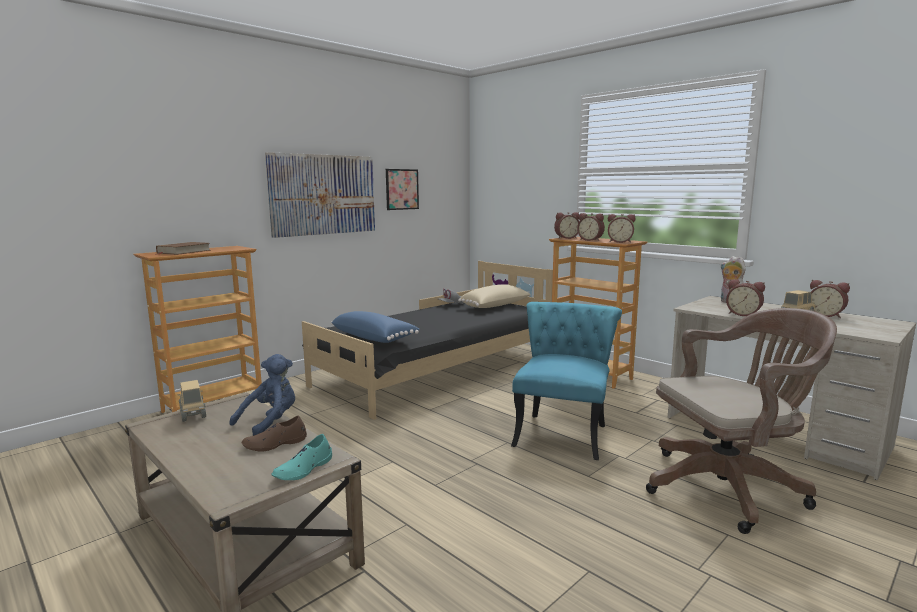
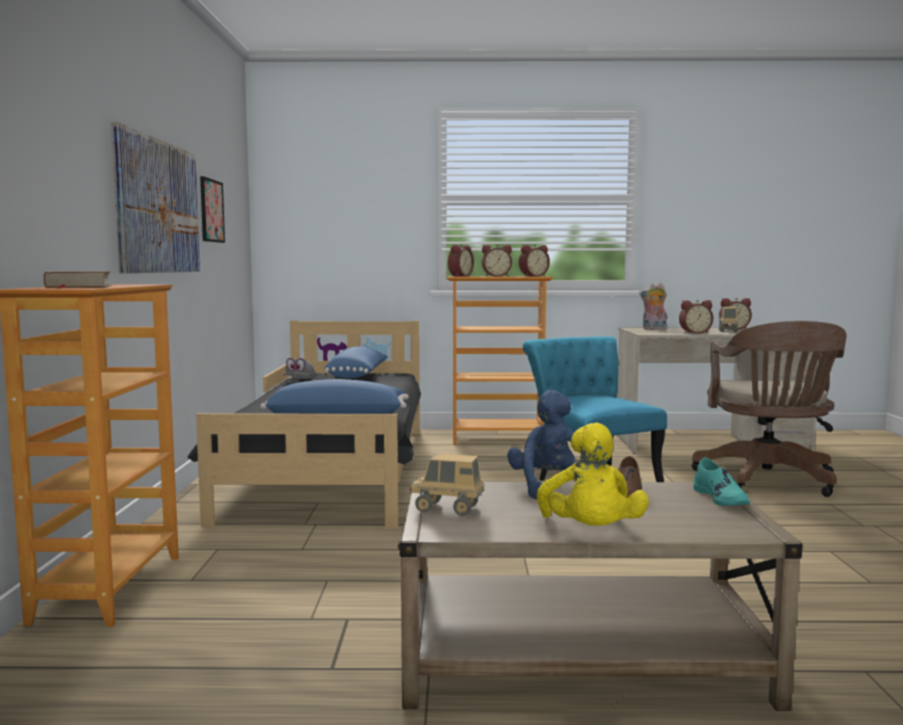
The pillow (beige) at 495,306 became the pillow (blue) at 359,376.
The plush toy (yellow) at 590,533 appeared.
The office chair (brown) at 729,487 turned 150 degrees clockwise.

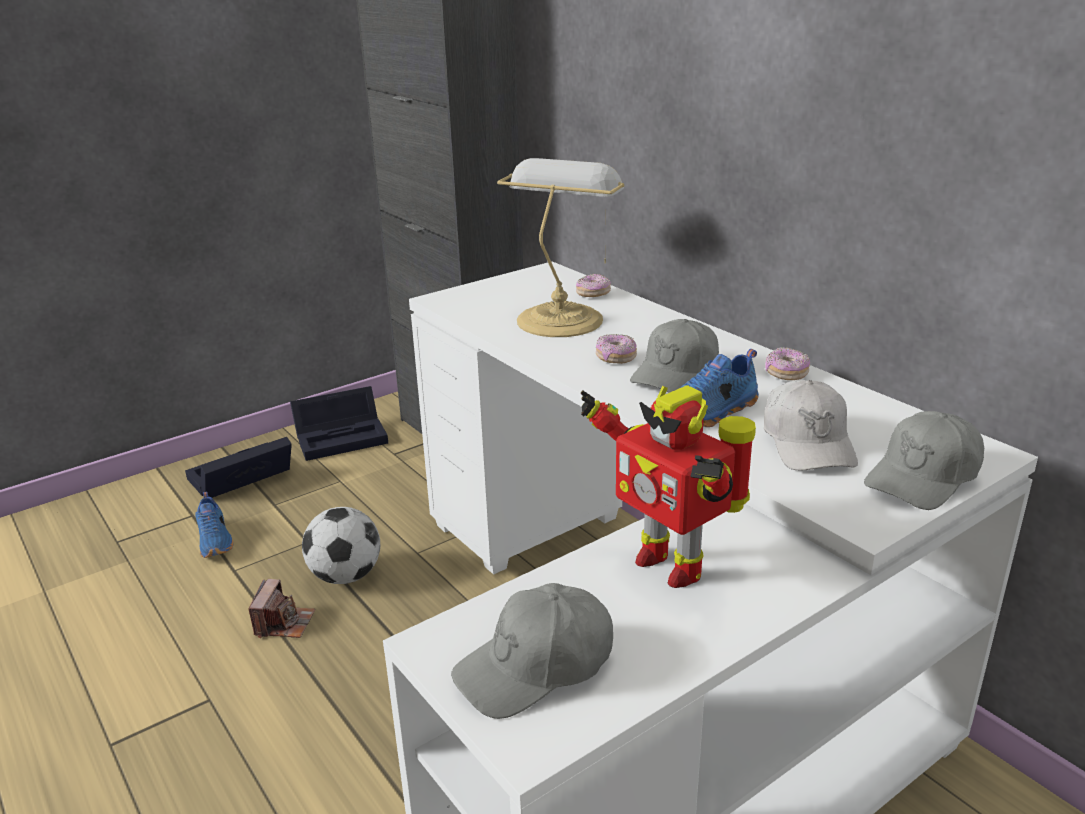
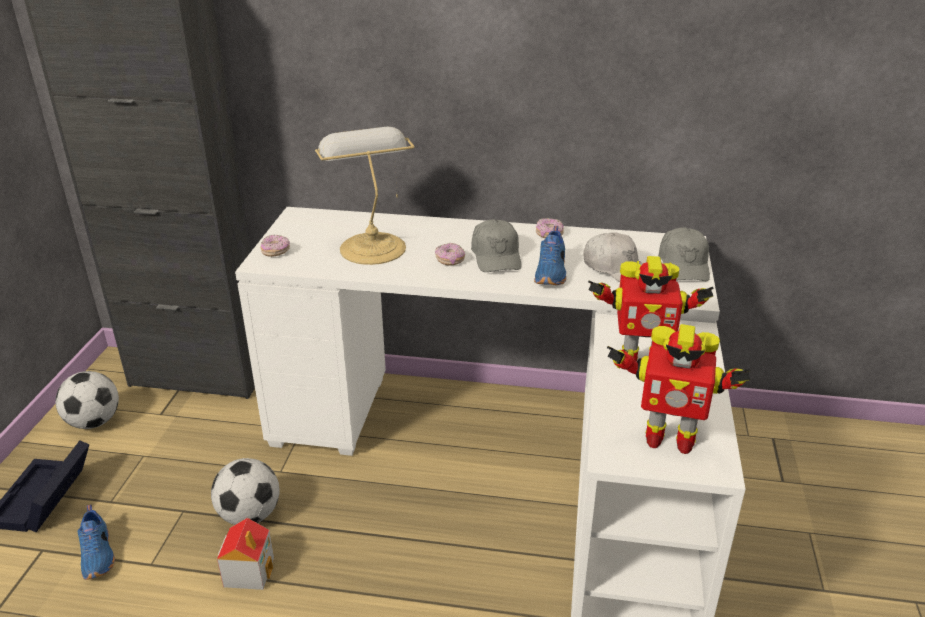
The storage box (black) at 343,436 was replaced by the football at 94,422.
The shoe (blue) at 216,540 turned 45 degrees clockwise.
The photo camera at 284,623 was replaced by the toy house at 249,571.
The donut moved from 593,294 to 276,252.
The cap (grey) at 536,667 was replaced by the toy robot at 668,438.

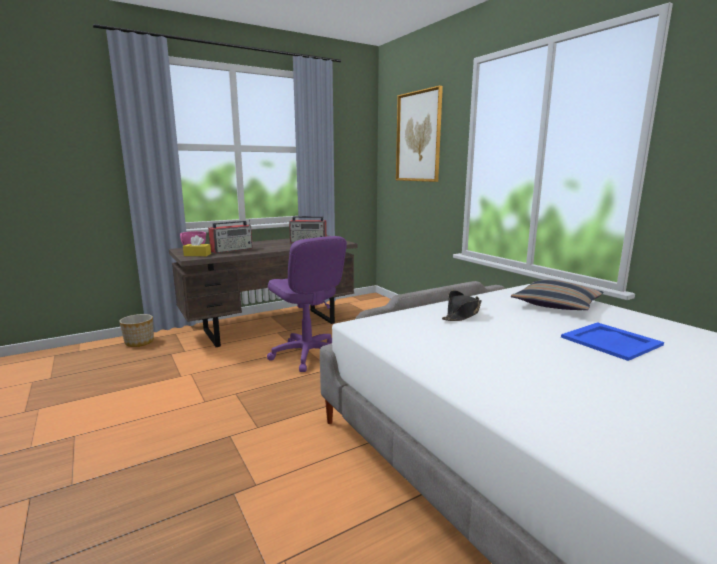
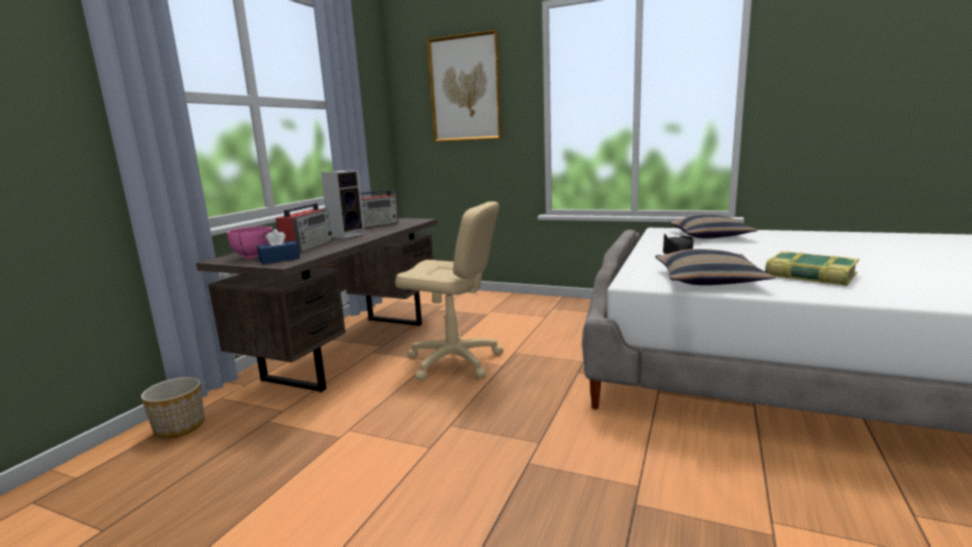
The tissue box (yellow) at 197,255 became the tissue box (blue) at 279,259.
The speaker at 347,235 appeared.
The office chair (purple) at 307,355 became the office chair (beige) at 454,361.
The pillow at 708,280 appeared.
The book at 810,275 appeared.
The tray (blue) at 611,341 disappeared.

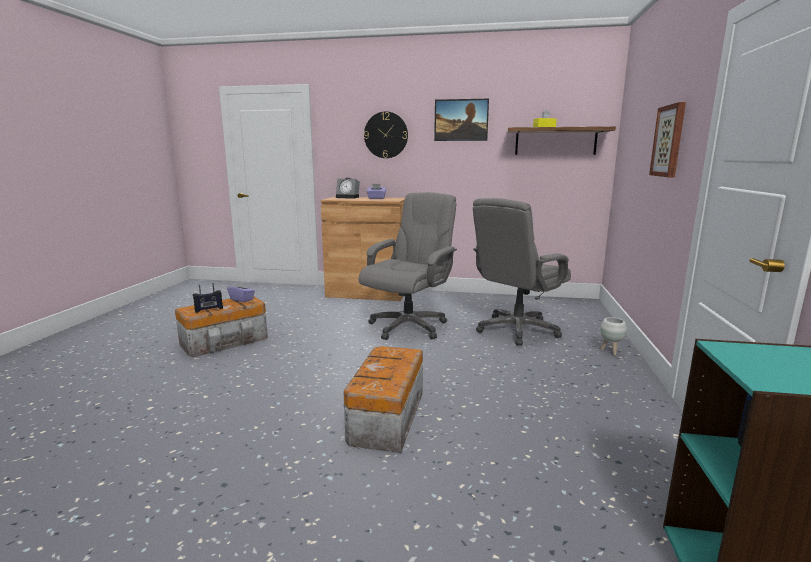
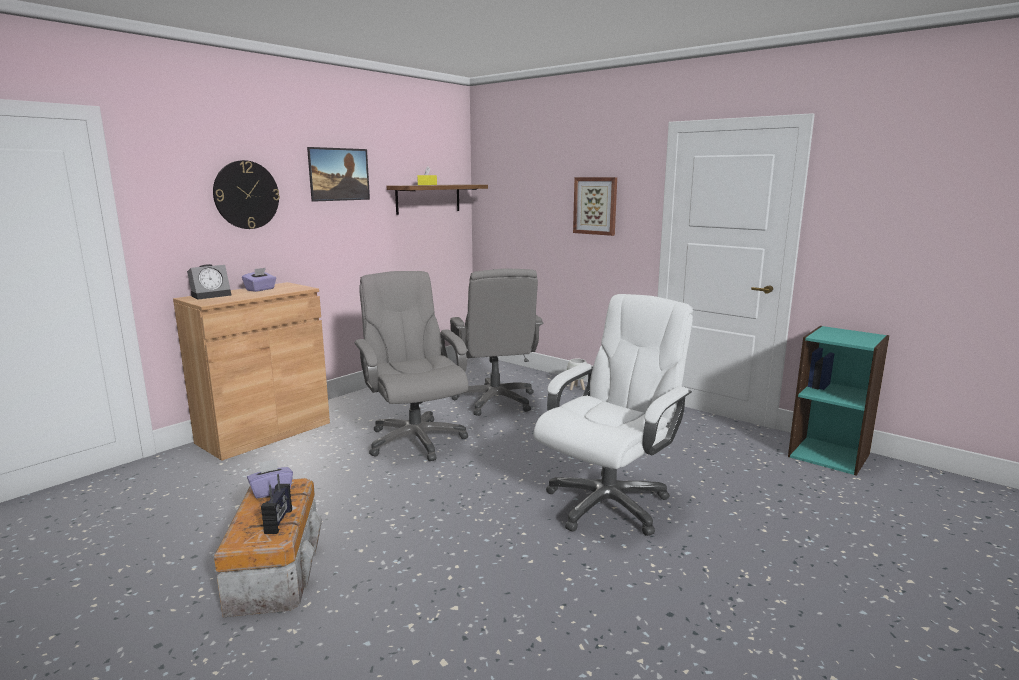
The storage box at 386,418 was replaced by the office chair (white) at 608,503.

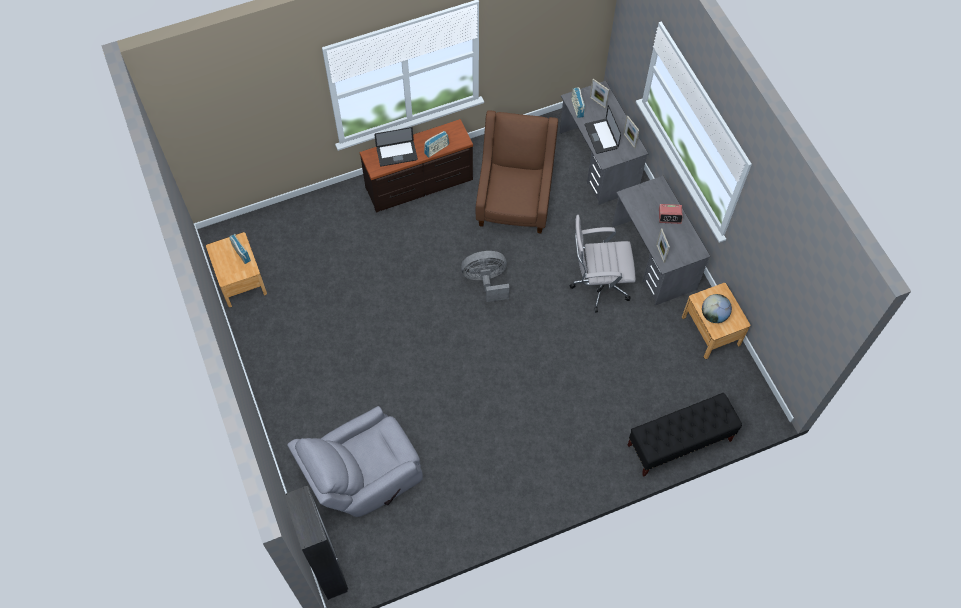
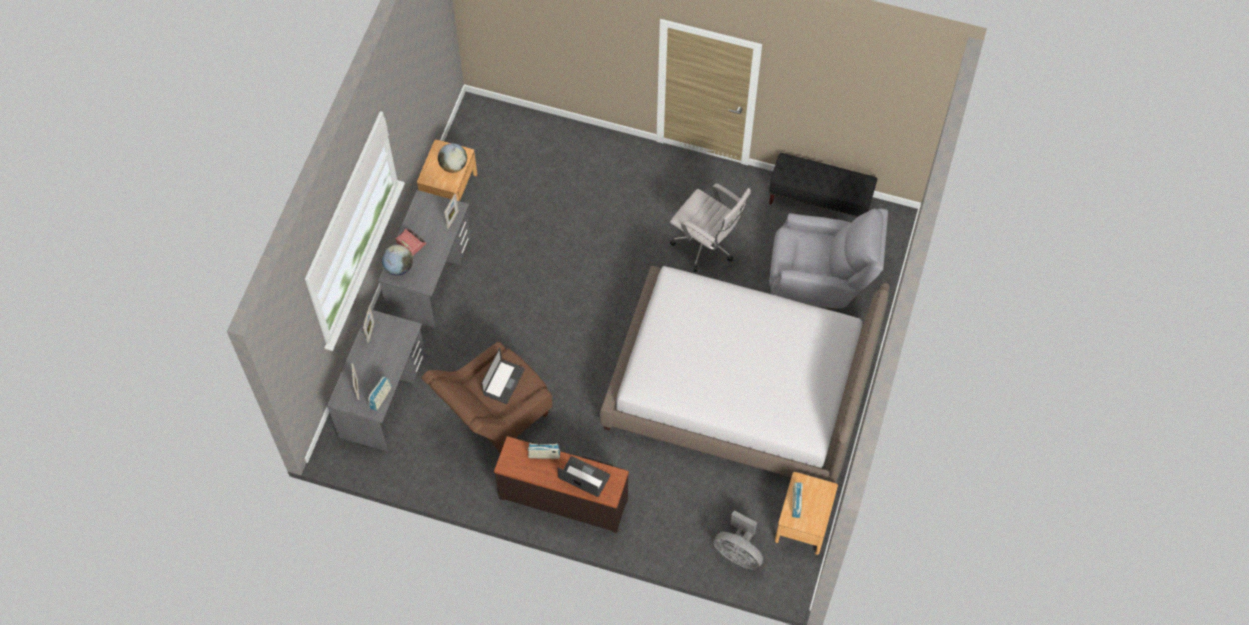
The globe at 398,267 appeared.
The laptop moved from 601,136 to 504,382.
The bed at 739,389 appeared.
The office chair (white) moved from 597,285 to 707,246.
The fan (grey) moved from 486,281 to 738,553.
The bench (black) moved from 679,443 to 820,202.
The wardrobe (black) at 330,571 disappeared.

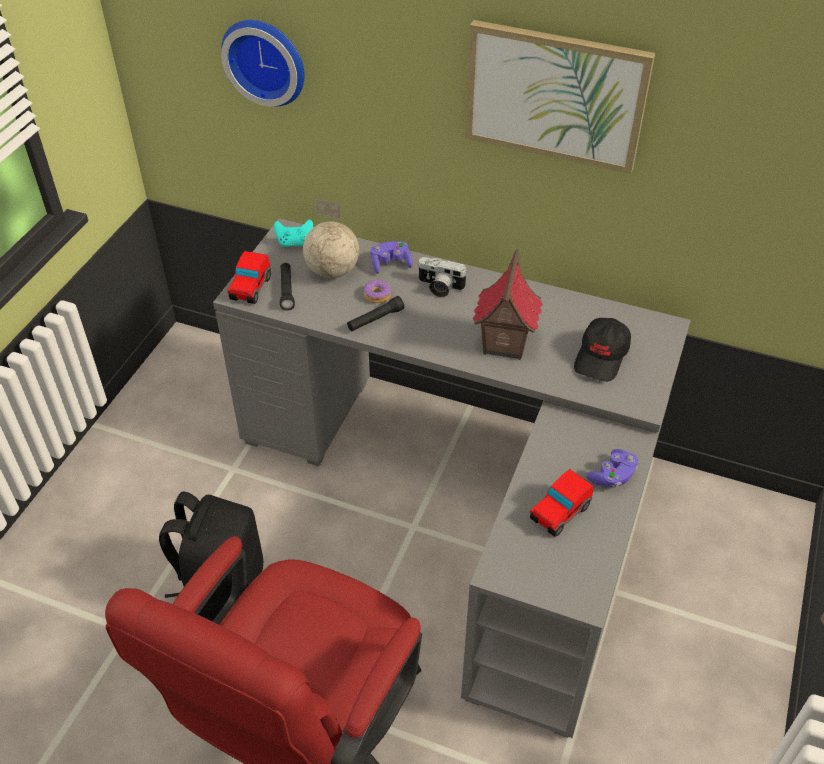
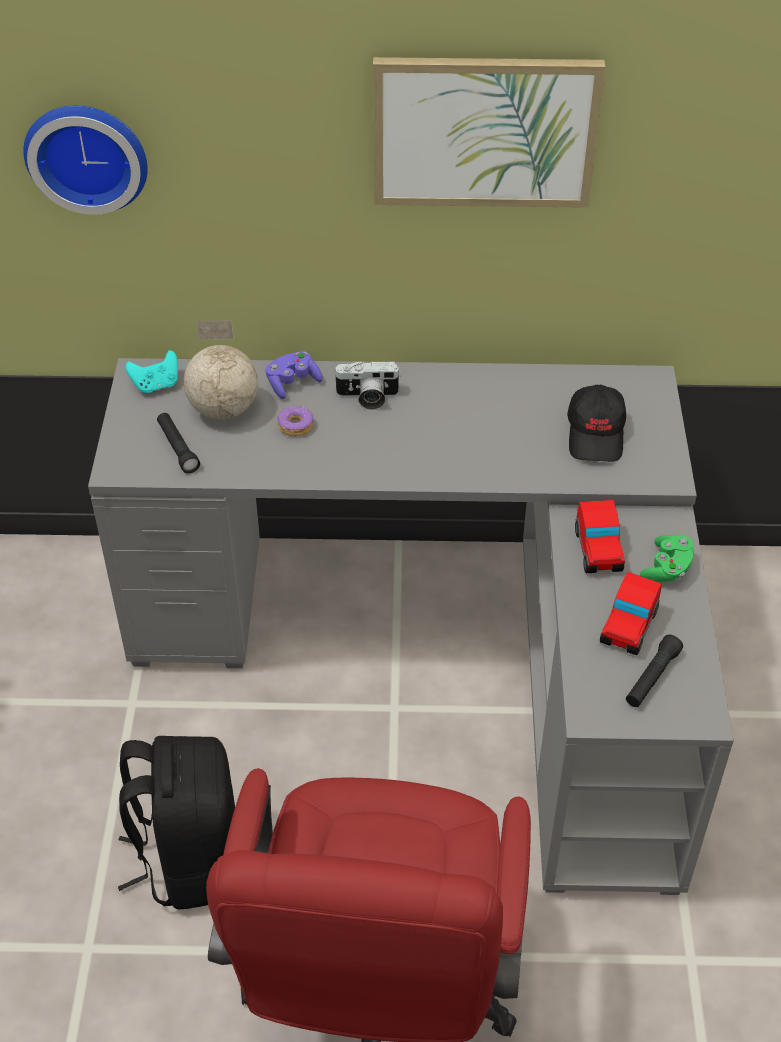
The toy car moved from 250,289 to 598,551.
The flashlight (black) moved from 375,319 to 652,678.
The game controller (purple) at 612,476 became the game controller (green) at 666,569.
The toy house at 504,344 disappeared.

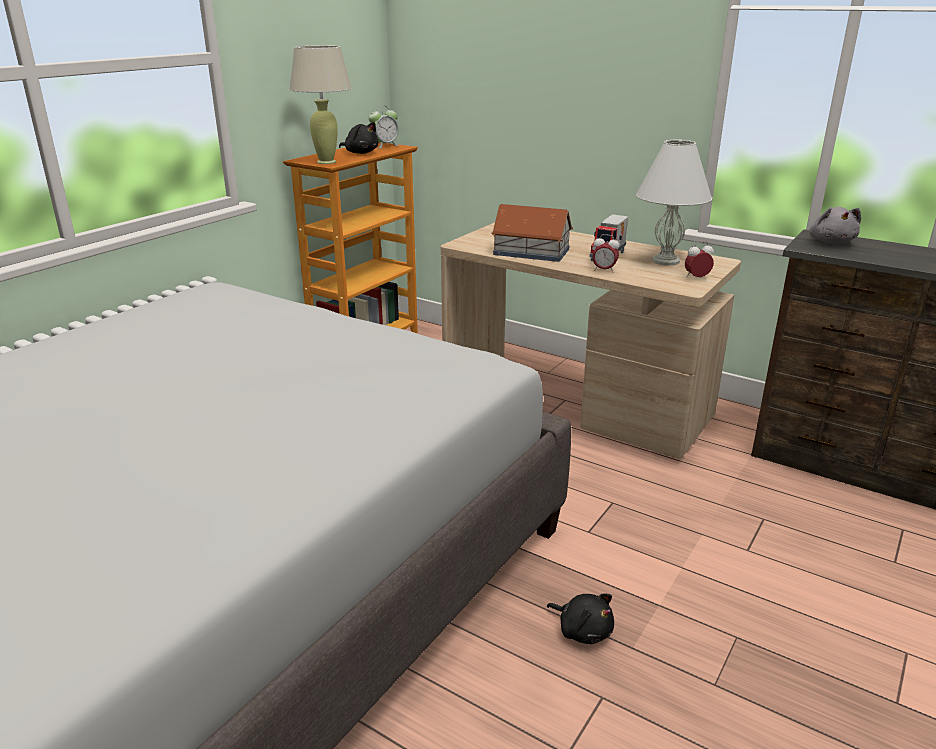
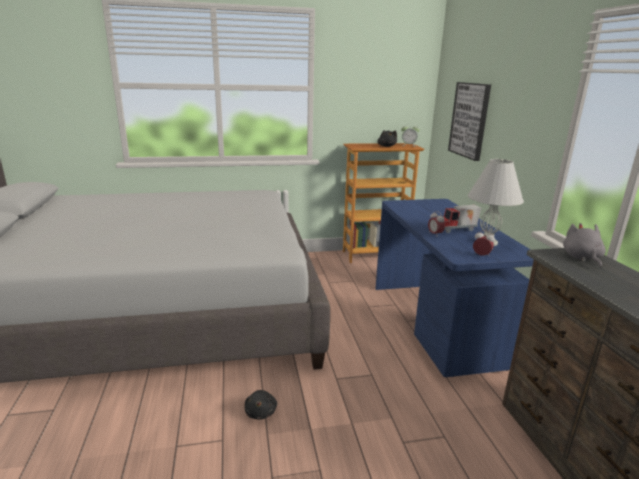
The desk (beige) at 575,405 became the desk (blue) at 436,323.
The picture at 470,120 appeared.
The plush toy (grey) at 831,242 turned 135 degrees clockwise.
The table lamp (beige) at 326,162 disappeared.
The toy house at 531,251 disappeared.

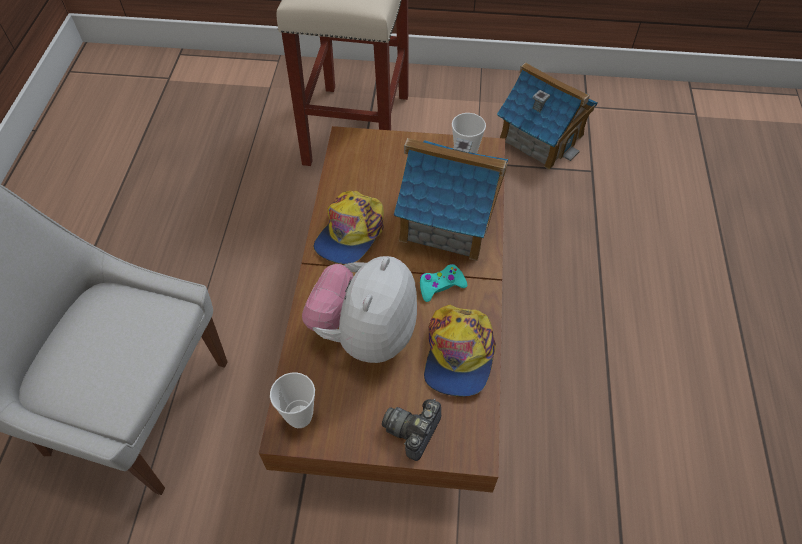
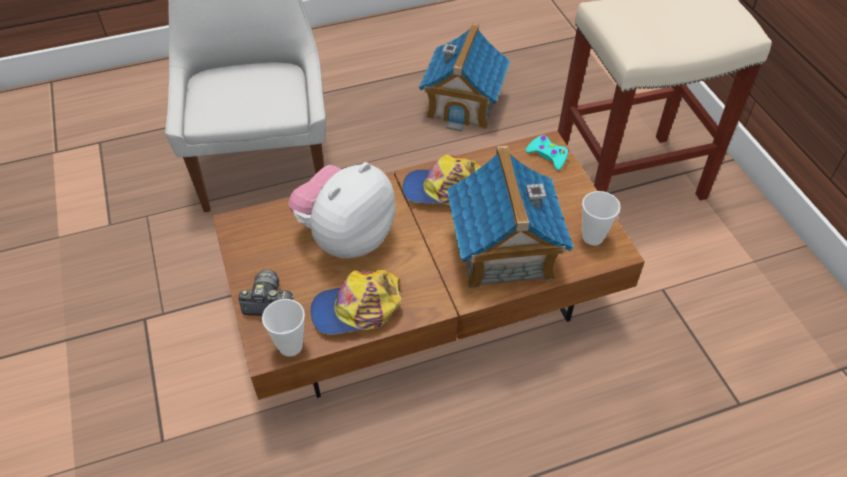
The cup moved from 299,416 to 290,346.
The plush toy at 365,333 turned 45 degrees counterclockwise.
The toy house moved from 541,137 to 463,104.
The game controller (turquoise) moved from 441,286 to 547,156.

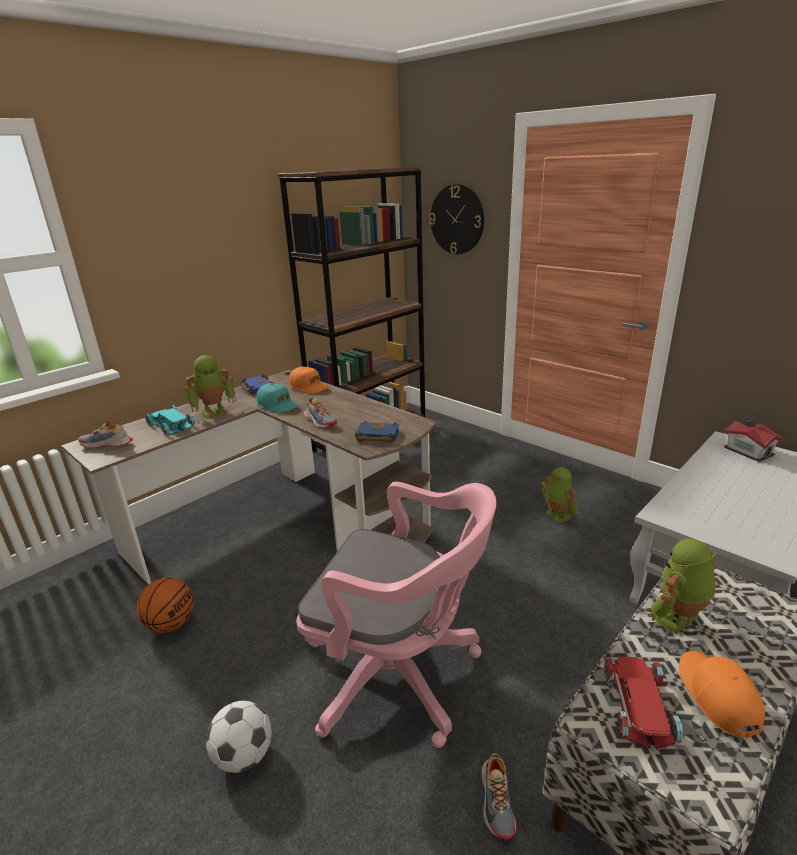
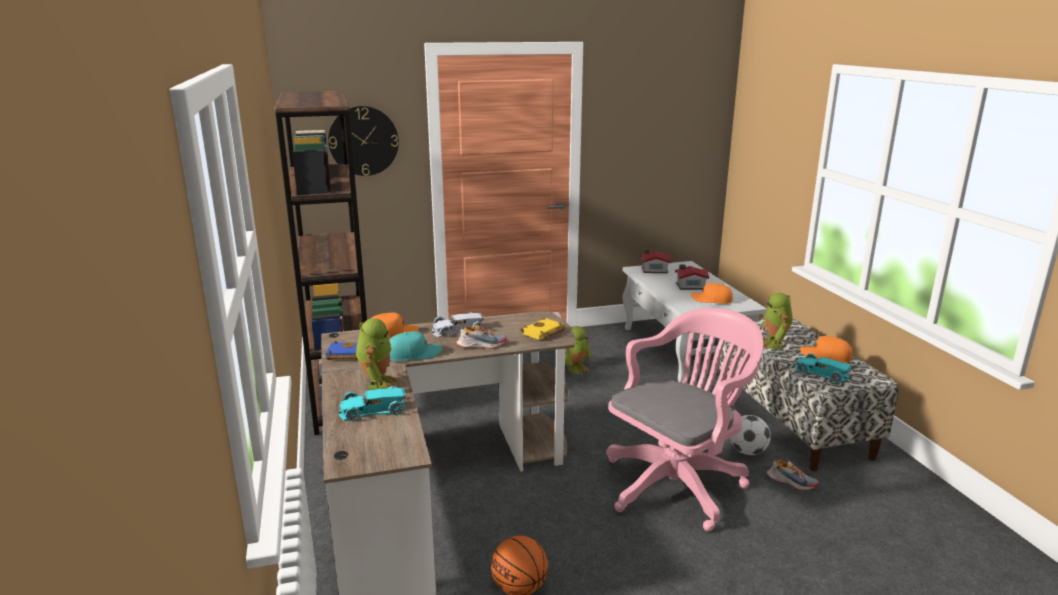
The toy car (white) at 457,329 appeared.
The book (blue) at 376,436 became the book (yellow) at 543,333.
The toy robot at 556,516 turned 135 degrees clockwise.
The toy house at 689,286 appeared.
The cap (orange) at 711,299 appeared.
The football moved from 244,755 to 747,451.
The toy car (red) at 640,704 became the toy car (turquoise) at 822,372.
The shoe at 107,444 disappeared.

